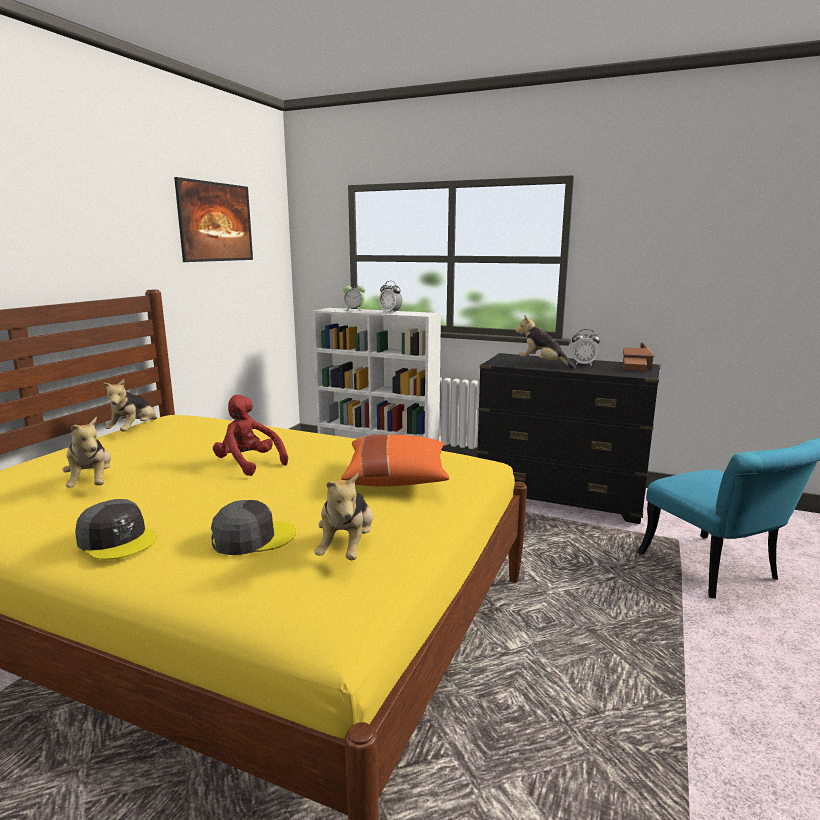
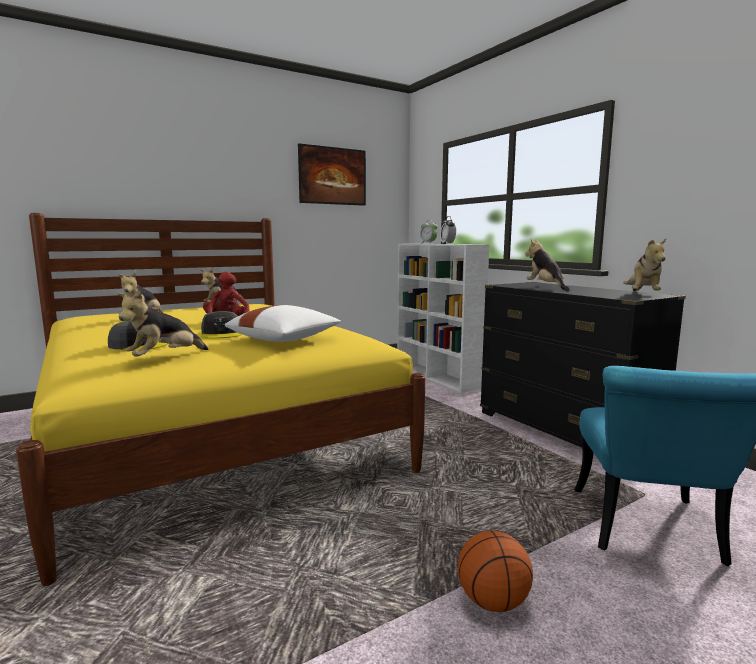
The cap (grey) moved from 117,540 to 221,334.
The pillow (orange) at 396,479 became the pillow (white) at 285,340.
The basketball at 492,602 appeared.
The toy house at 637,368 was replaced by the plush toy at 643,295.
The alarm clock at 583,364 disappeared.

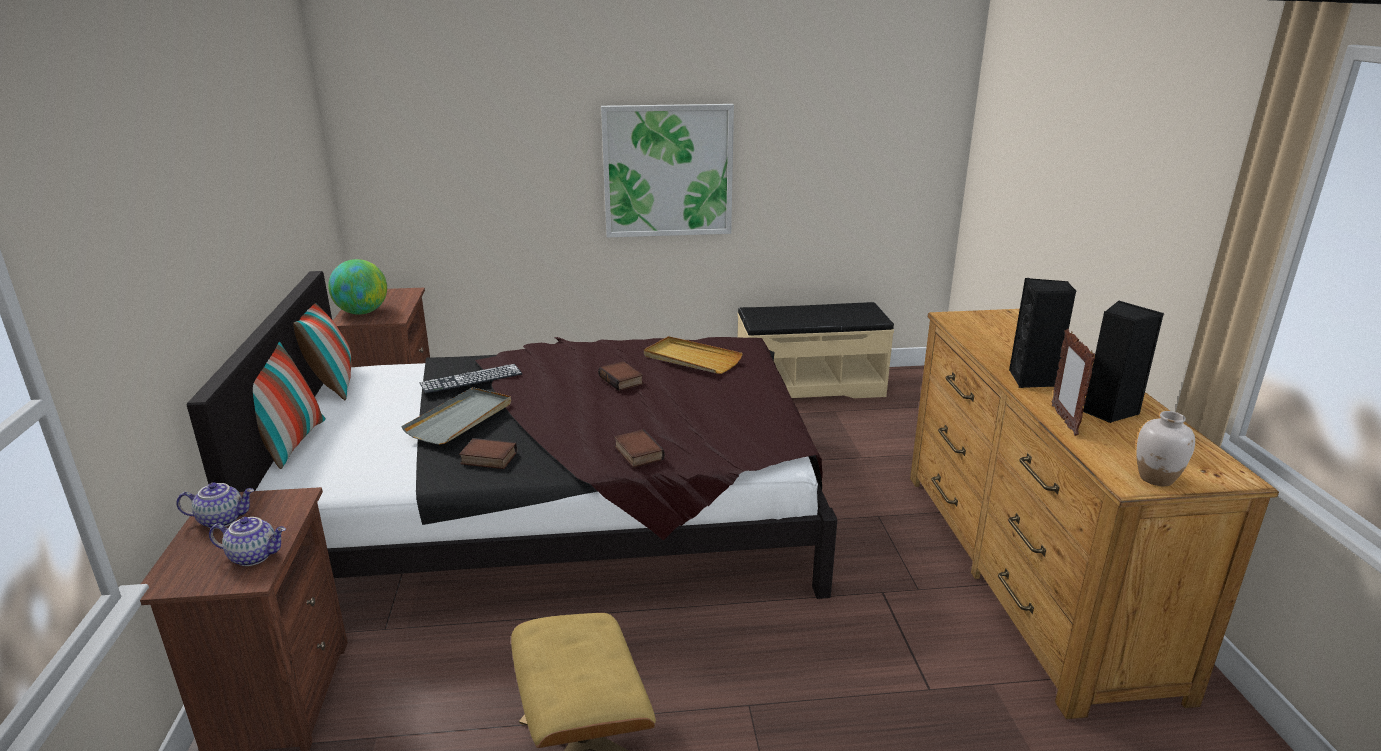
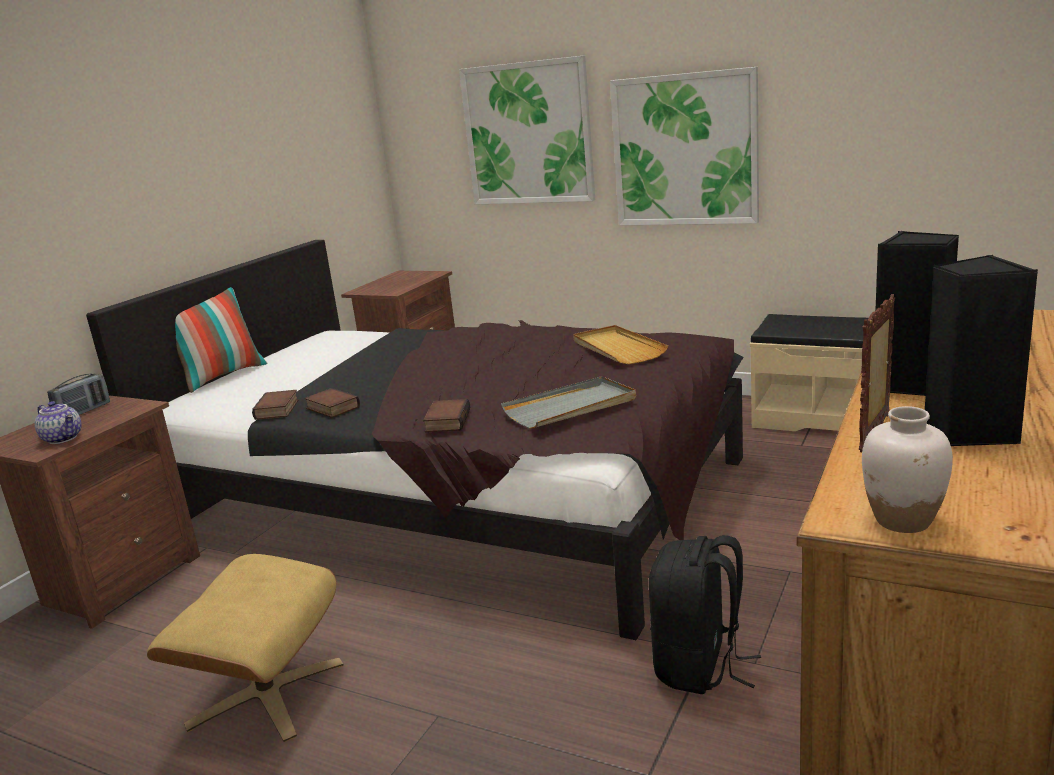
The teapot at 222,519 was replaced by the radio at 84,412.
The book moved from 622,380 to 278,410.
The picture at 528,133 appeared.
The tray (grey) moved from 460,419 to 571,407.
The backpack (black) at 699,667 appeared.
The pillow at 331,384 disappeared.
The globe at 362,312 disappeared.
The keyboard at 471,379 disappeared.

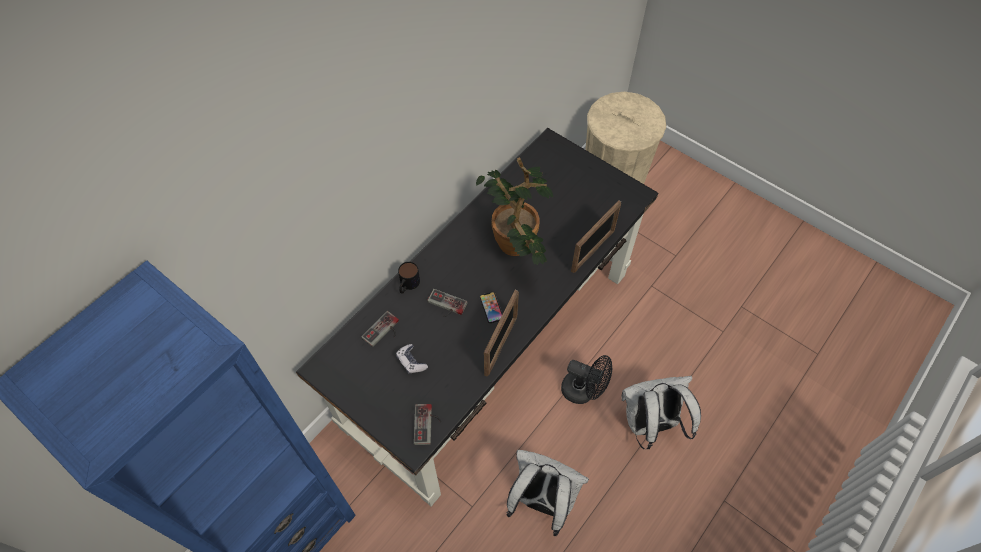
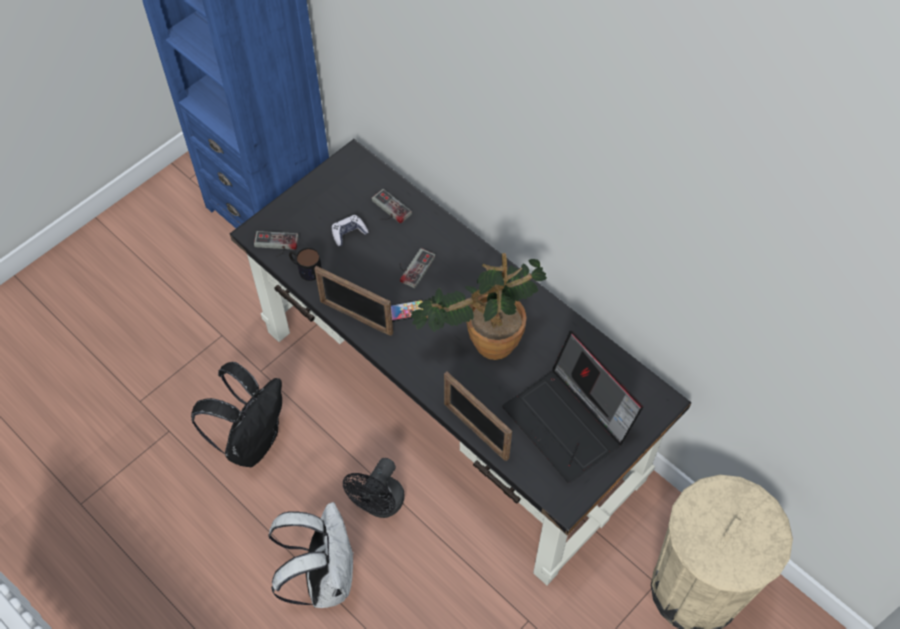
The backpack (white) at 542,501 became the backpack (black) at 252,441.
The mug moved from 408,285 to 305,269.
The laptop at 569,423 appeared.

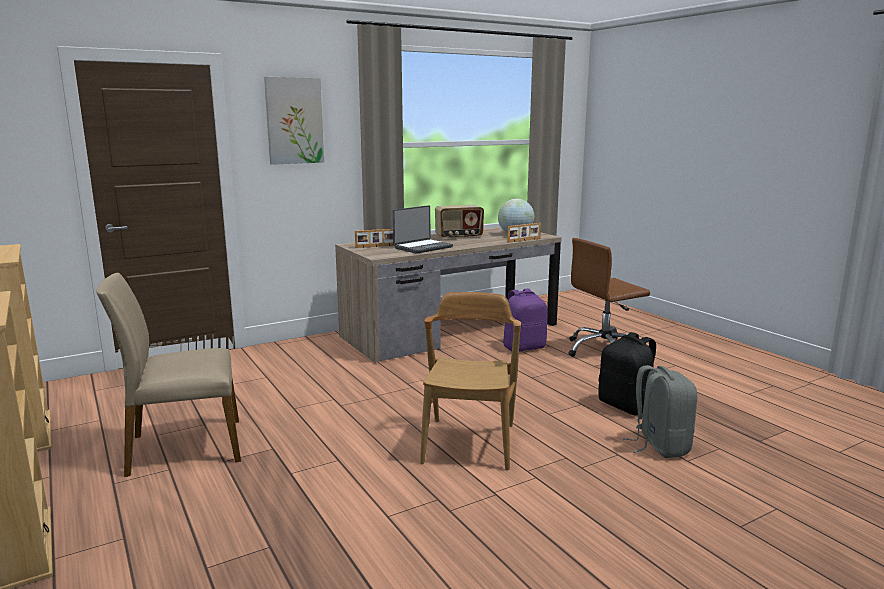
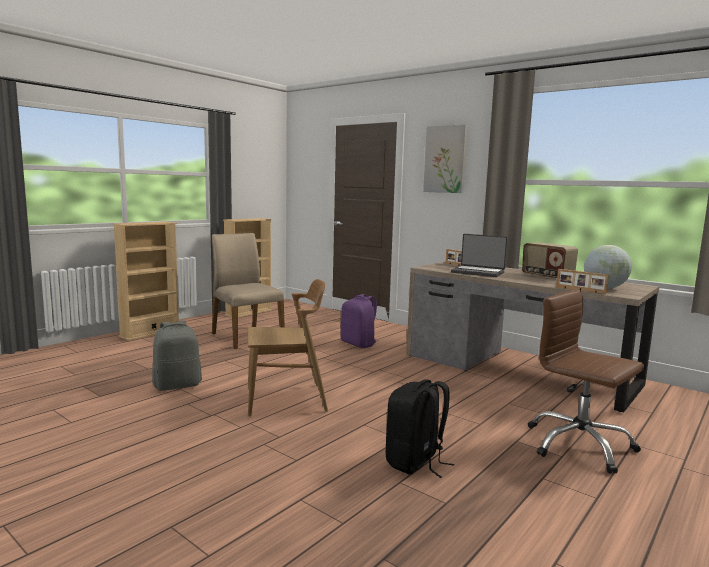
The backpack (grey) moved from 659,446 to 177,385.
The backpack (purple) moved from 524,347 to 359,344.

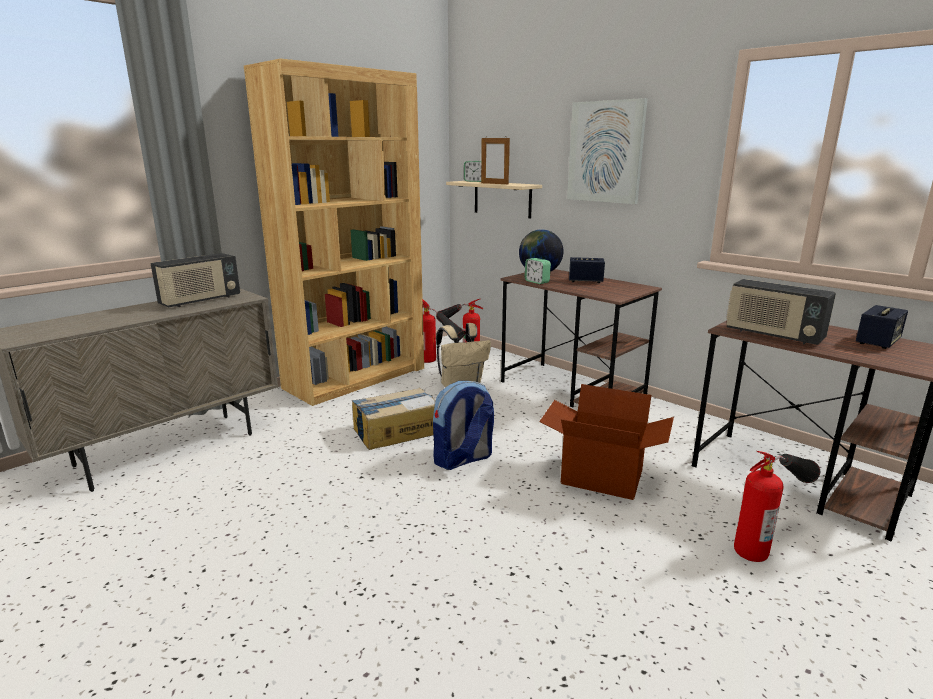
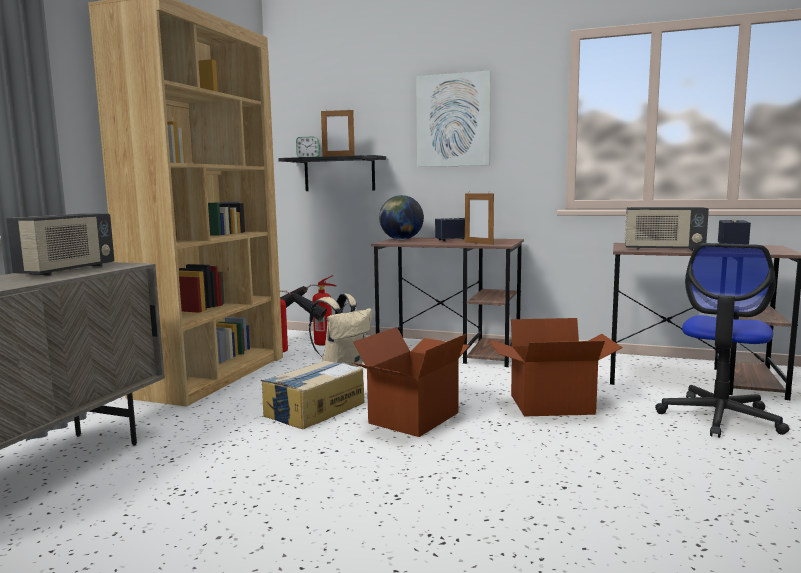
The shelf (beige) at 502,199 became the shelf (black) at 339,174.
The backpack at 463,459 was replaced by the cardboard box at 412,417.
The picture frame at 478,243 appeared.
The fire extinguisher at 767,541 was replaced by the office chair at 719,418.
The alarm clock at 537,282 disappeared.

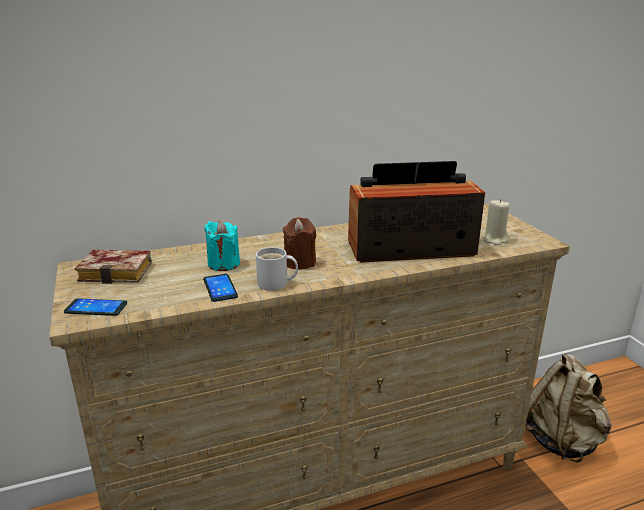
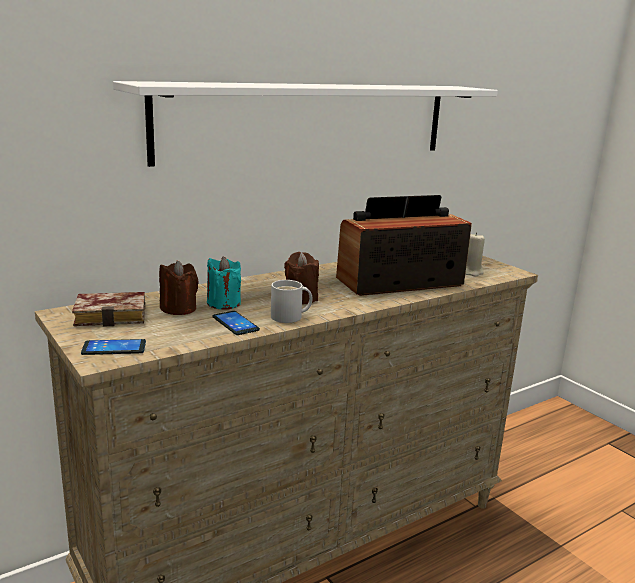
The shelf (white) at 311,121 appeared.
The candle (brown) at 178,309 appeared.
The backpack (beige) at 562,440 disappeared.

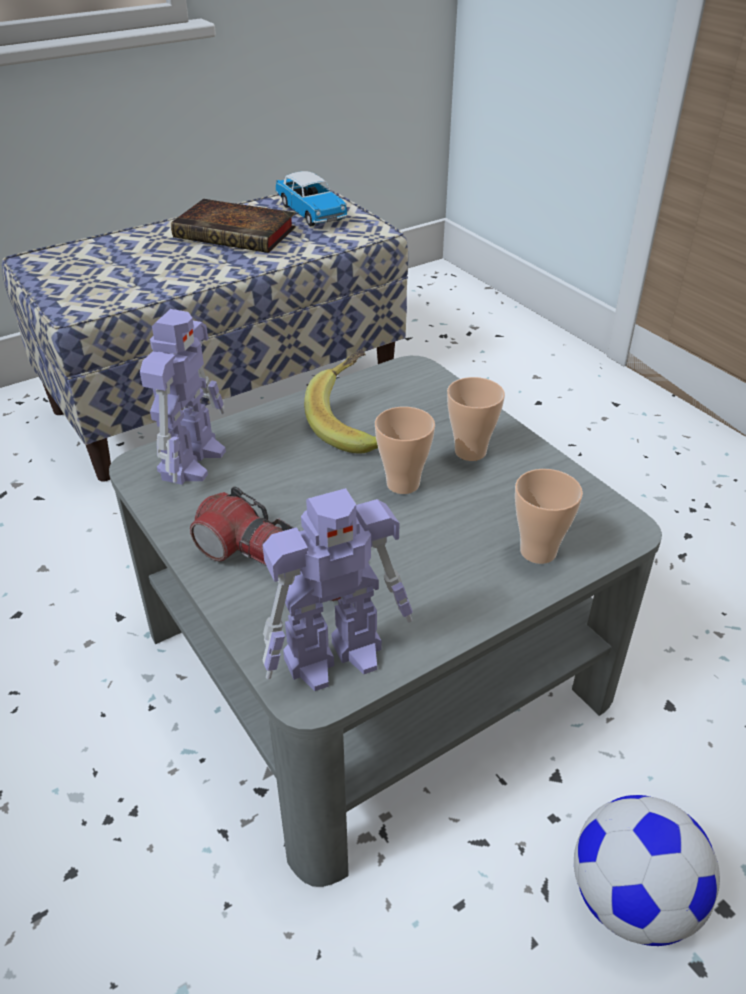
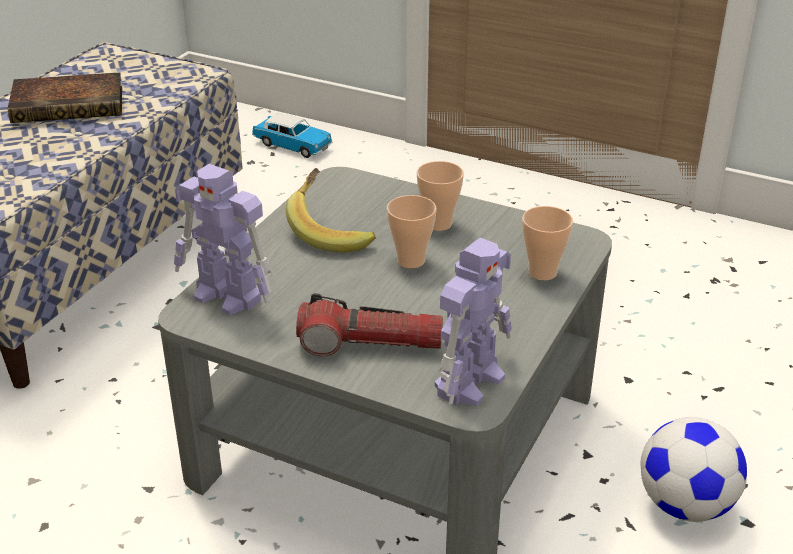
The toy robot at 193,460 turned 135 degrees clockwise.
The toy car moved from 311,212 to 293,146.

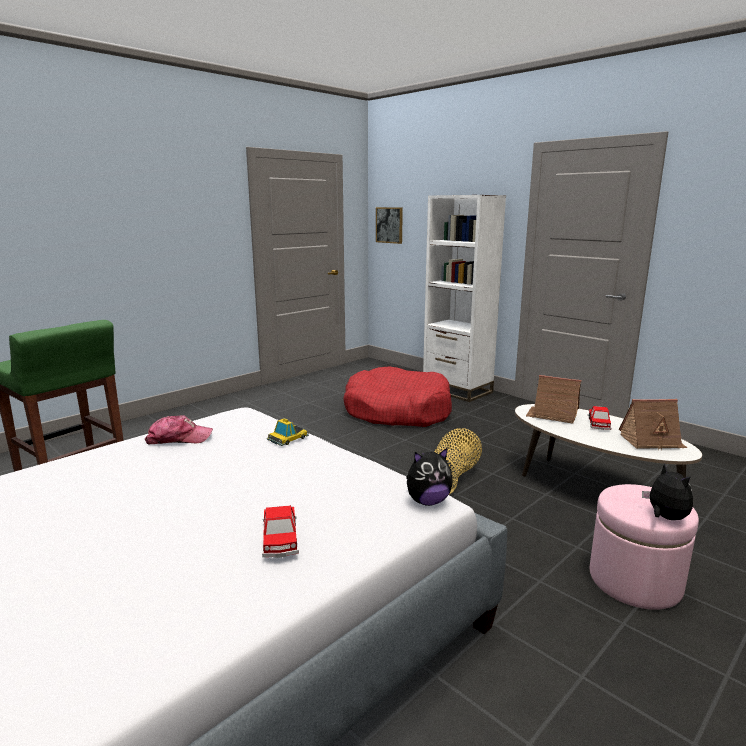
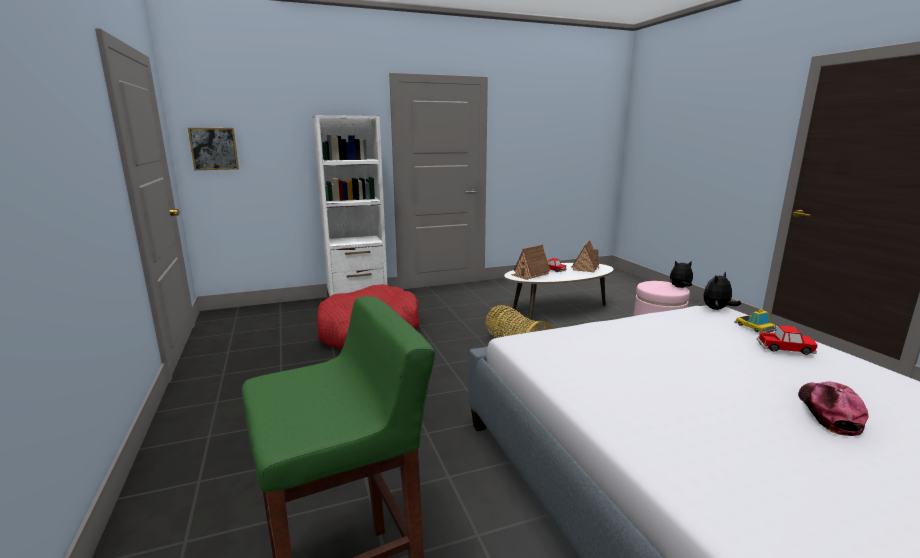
The plush toy at 427,501 turned 135 degrees counterclockwise.
The toy car moved from 288,438 to 755,327.
The cap moved from 179,439 to 828,412.

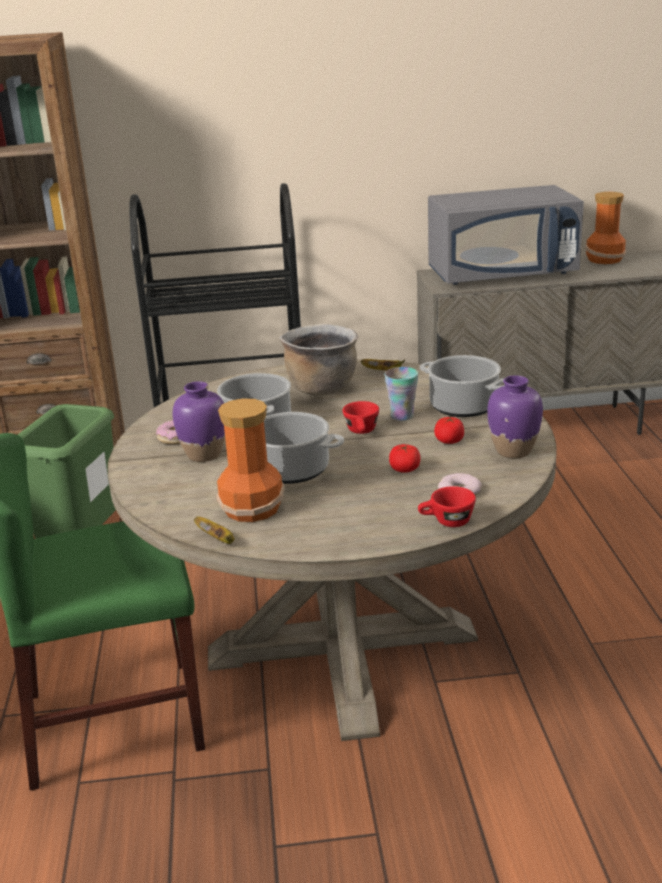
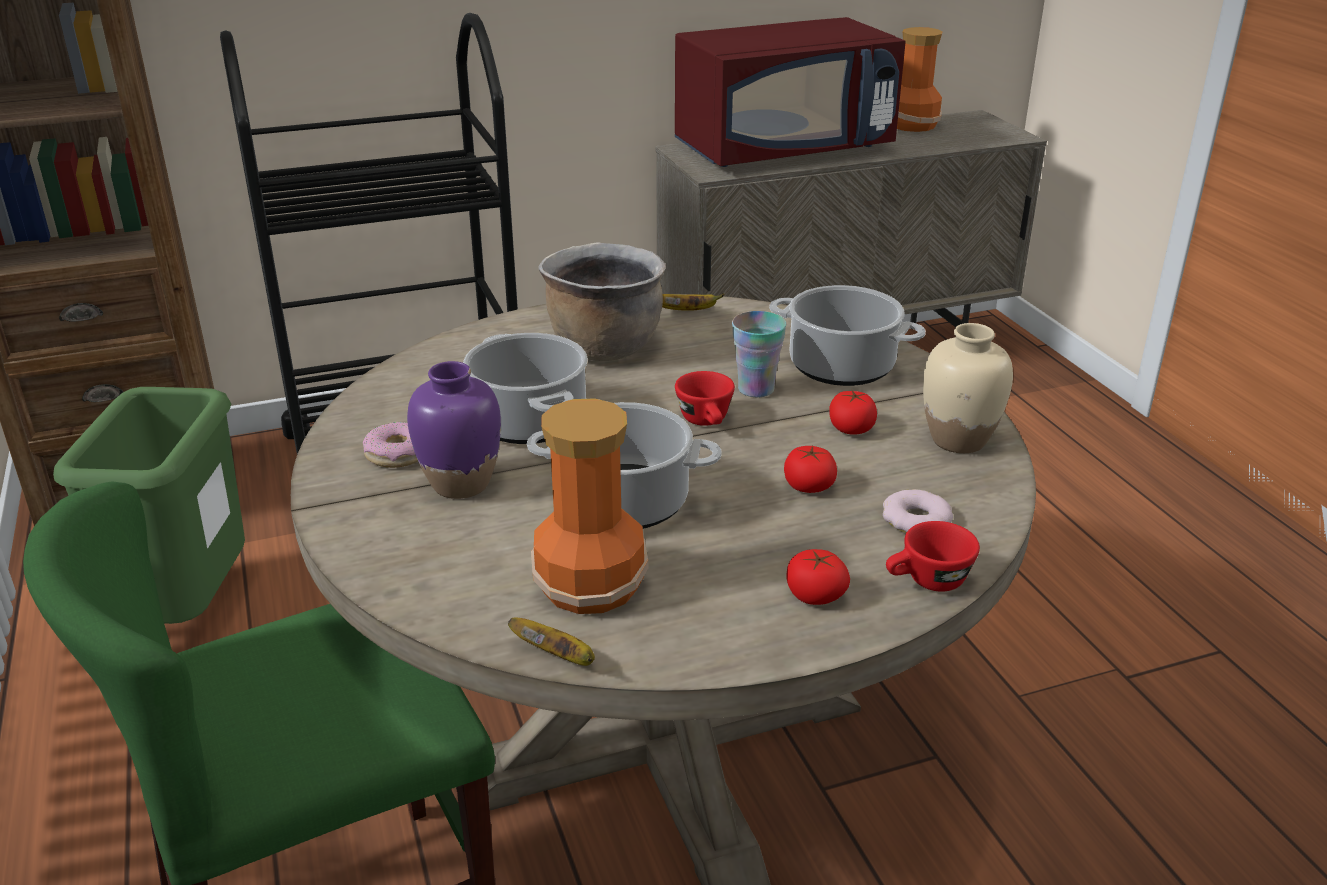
The microwave (grey) at 502,274 became the microwave (red) at 784,149.
The tomato at 815,594 appeared.
The vase (purple) at 513,451 became the vase (beige) at 958,440.

